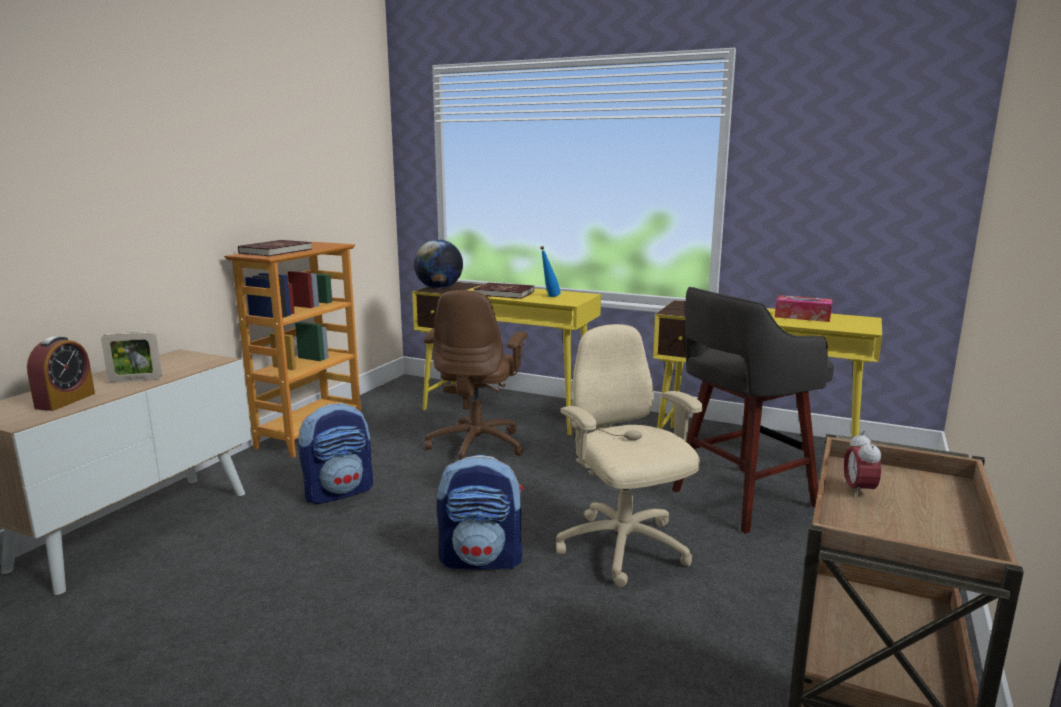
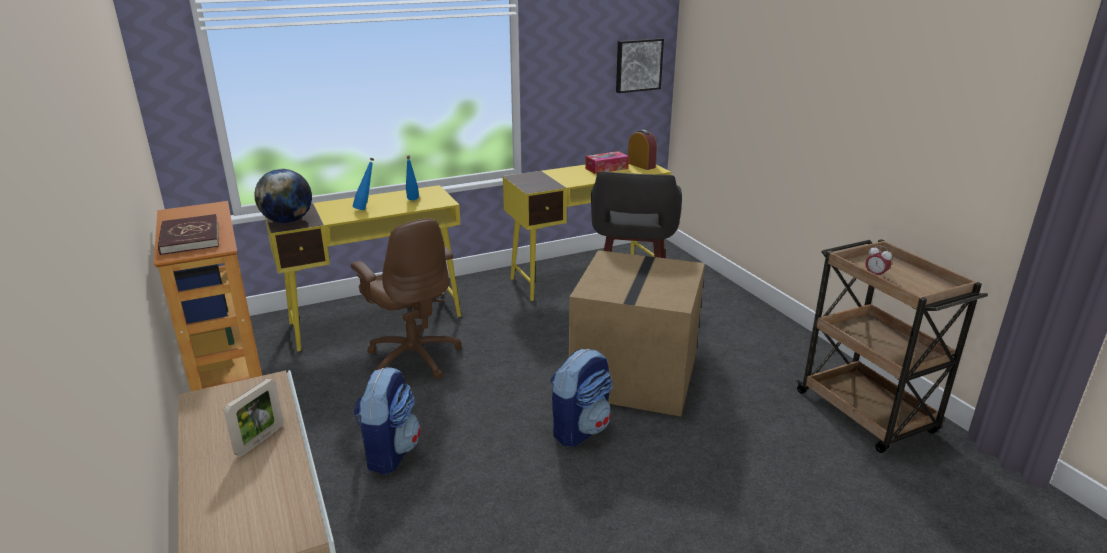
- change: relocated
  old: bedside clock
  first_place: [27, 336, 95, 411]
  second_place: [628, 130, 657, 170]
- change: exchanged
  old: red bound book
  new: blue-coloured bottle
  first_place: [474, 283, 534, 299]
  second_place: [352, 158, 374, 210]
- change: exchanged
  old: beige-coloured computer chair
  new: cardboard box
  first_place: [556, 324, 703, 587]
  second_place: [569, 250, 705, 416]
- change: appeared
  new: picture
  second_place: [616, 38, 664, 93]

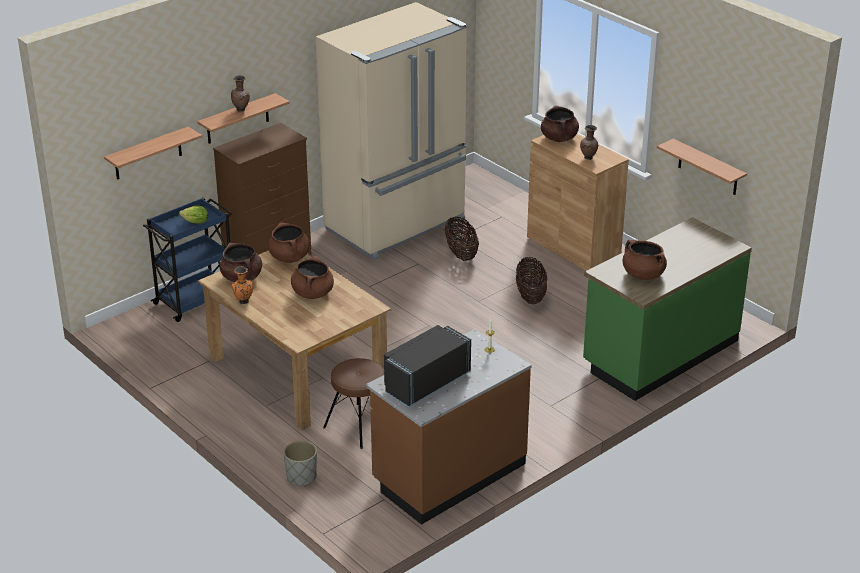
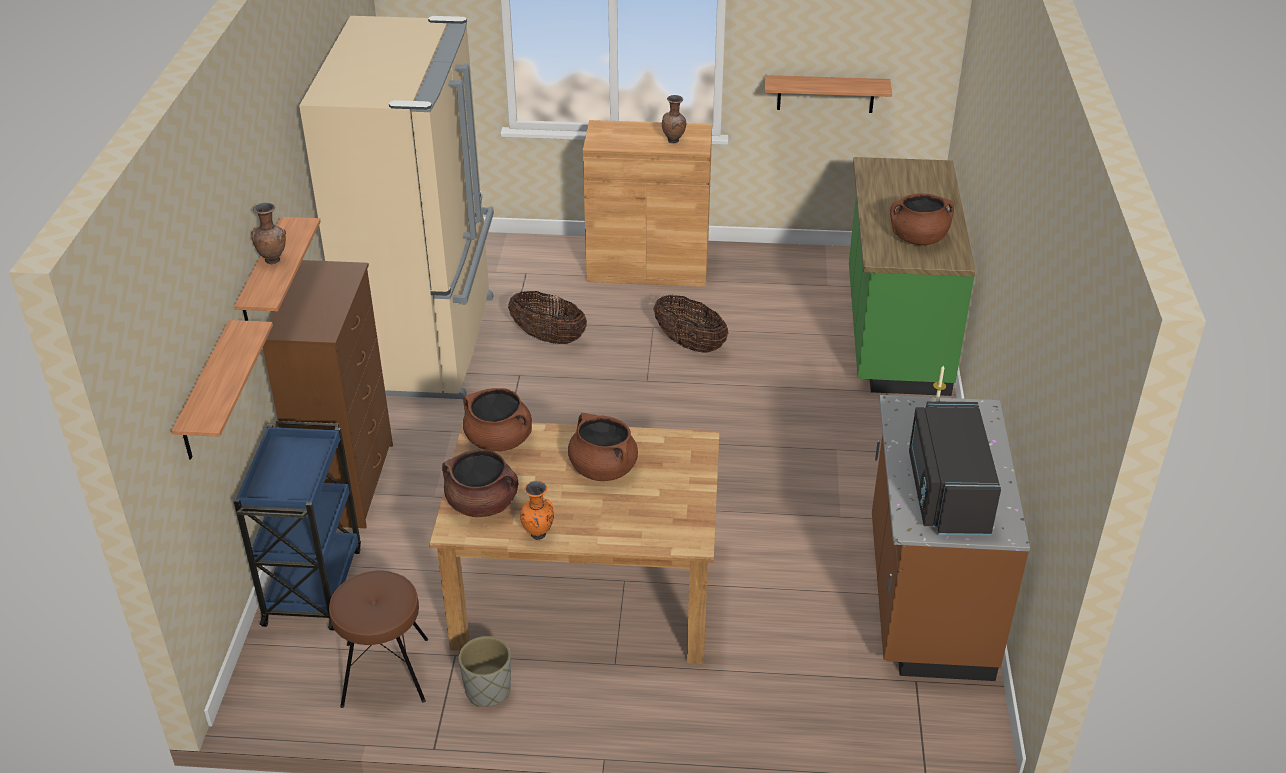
- change: missing
  old: lettuce head
  first_place: [179, 206, 208, 224]
- change: relocated
  old: greyish flower pot
  first_place: [283, 441, 317, 486]
  second_place: [459, 636, 511, 706]
- change: relocated
  old: brown-coloured stool
  first_place: [323, 358, 384, 449]
  second_place: [329, 571, 428, 708]
- change: missing
  old: brown-coloured saucepot
  first_place: [541, 105, 579, 142]

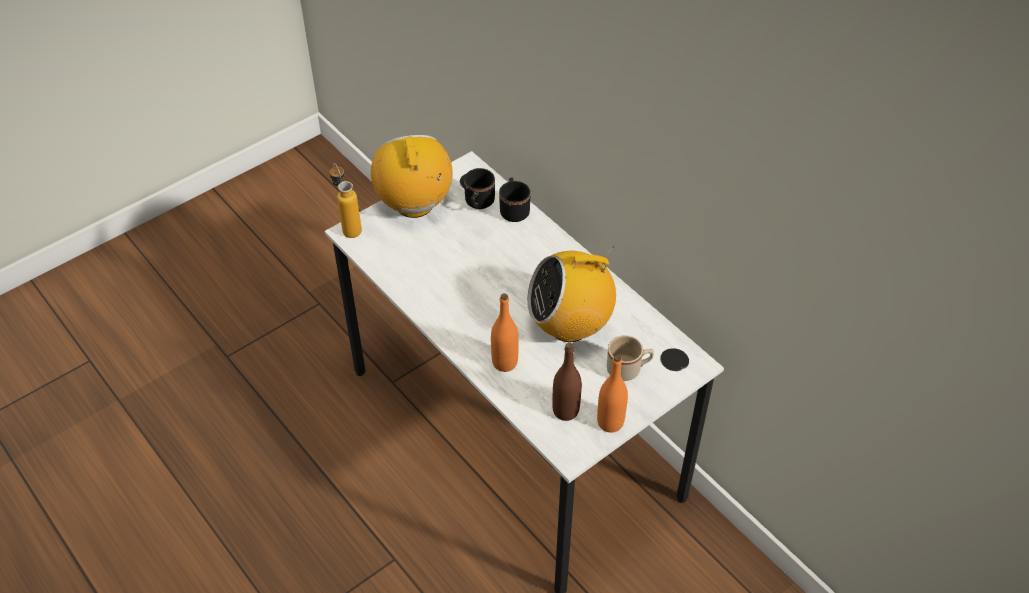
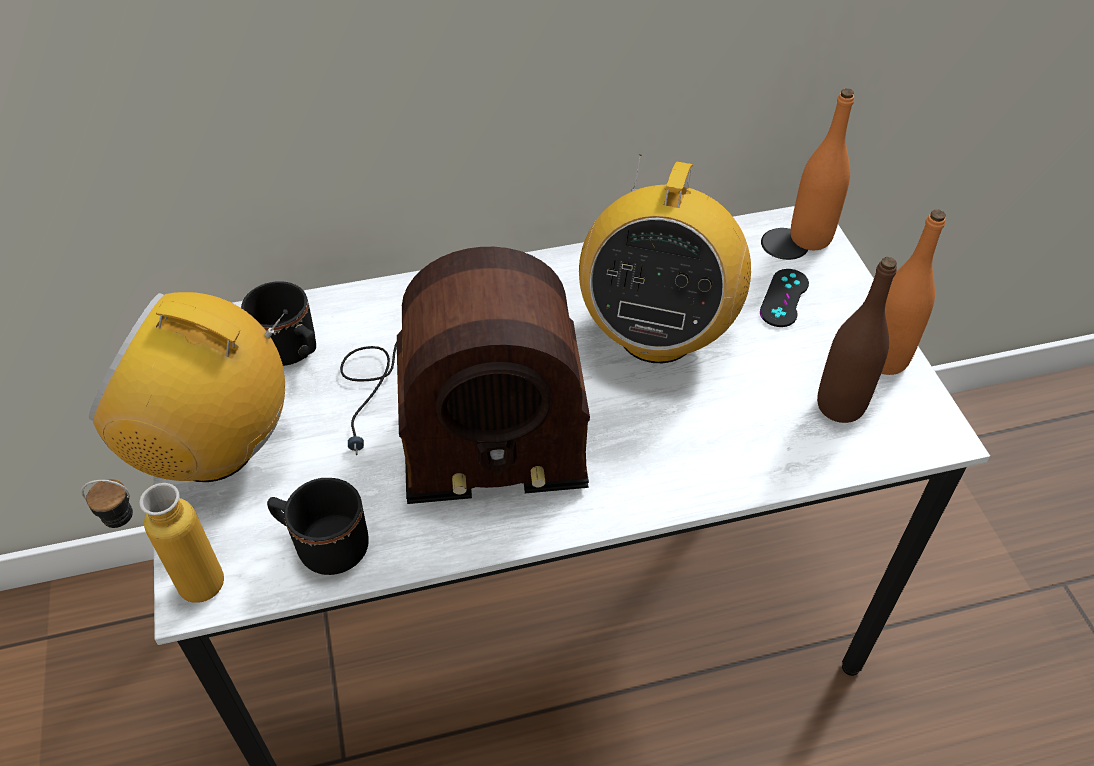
- change: relocated
  old: orange bottle
  first_place: [491, 294, 519, 372]
  second_place: [791, 88, 854, 250]
- change: relocated
  old: black coffee mug
  first_place: [499, 177, 530, 222]
  second_place: [267, 478, 369, 575]
- change: exchanged
  old: beige-coloured coffee mug
  new: black joypad
  first_place: [607, 335, 654, 381]
  second_place: [760, 269, 809, 327]
- change: appeared
  new: radio set
  second_place: [340, 247, 590, 504]

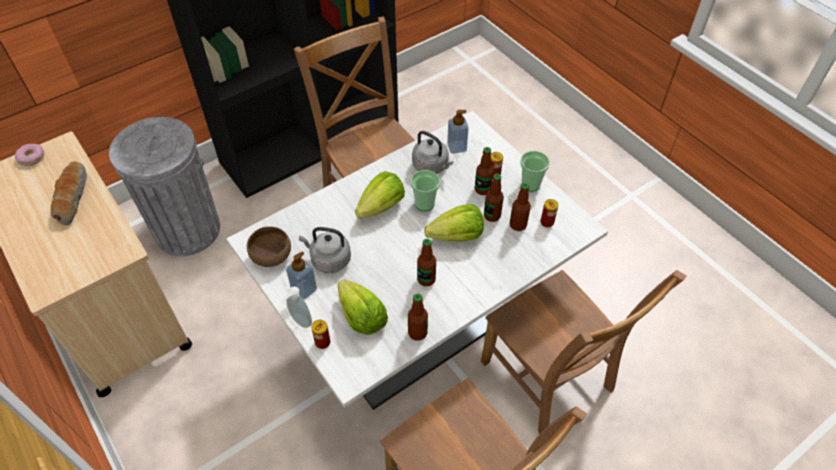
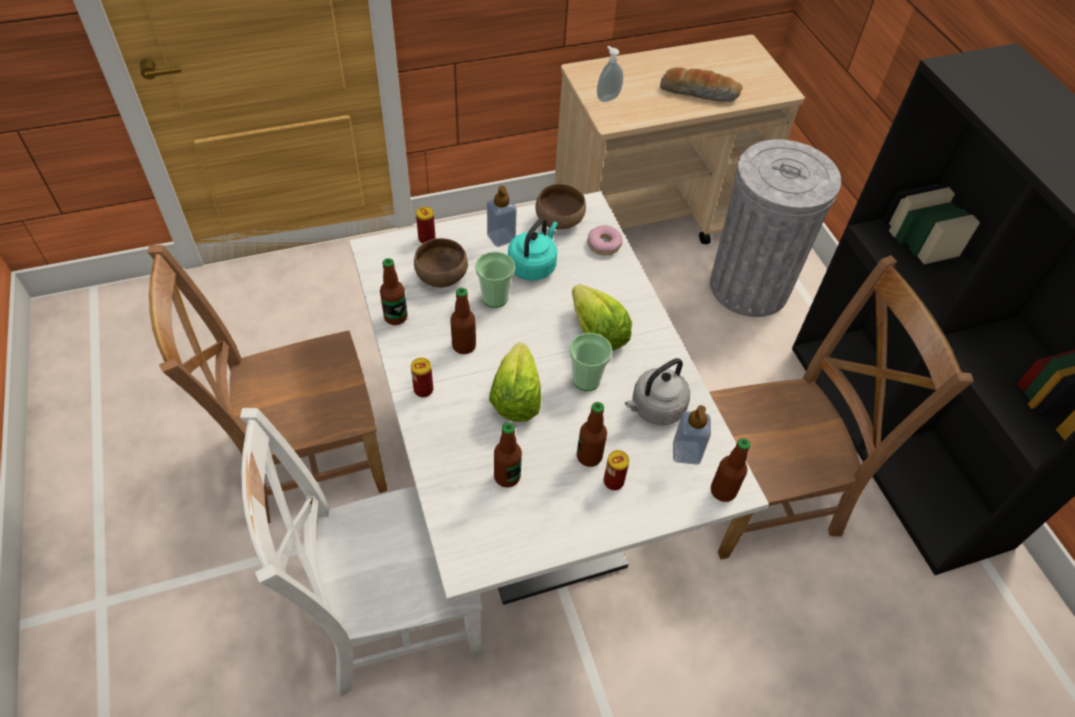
- change: relocated
  old: ring doughnut
  first_place: [15, 144, 44, 166]
  second_place: [587, 225, 623, 255]
- change: relocated
  old: soap bottle
  first_place: [285, 287, 312, 328]
  second_place: [597, 46, 623, 102]
- change: colour
  old: greyish tea kettle
  new: turquoise-coloured tea kettle
  first_place: [299, 227, 351, 273]
  second_place: [508, 218, 558, 281]
- change: exchanged
  old: lettuce head
  new: brown-coloured deep dish
  first_place: [338, 279, 388, 335]
  second_place: [414, 238, 468, 287]
- change: colour
  old: brown-coloured chair
  new: white chair
  first_place: [481, 270, 686, 434]
  second_place: [240, 408, 483, 697]
- change: relocated
  old: bottle
  first_place: [484, 174, 504, 222]
  second_place: [711, 438, 751, 502]
- change: relocated
  old: small cup
  first_place: [520, 151, 550, 192]
  second_place: [475, 252, 515, 308]
- change: relocated
  old: metal can
  first_place: [541, 199, 558, 228]
  second_place: [411, 358, 433, 397]

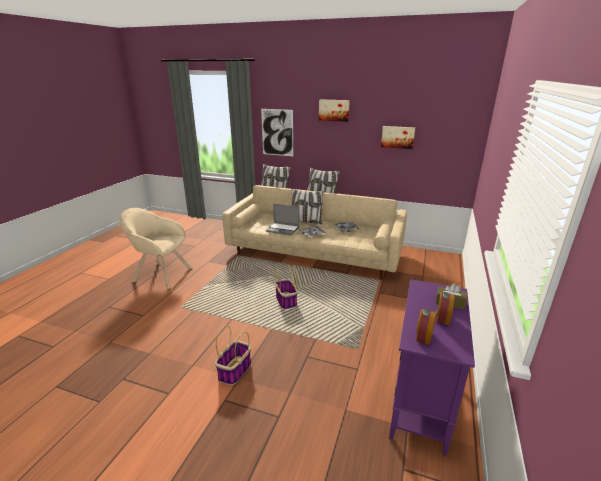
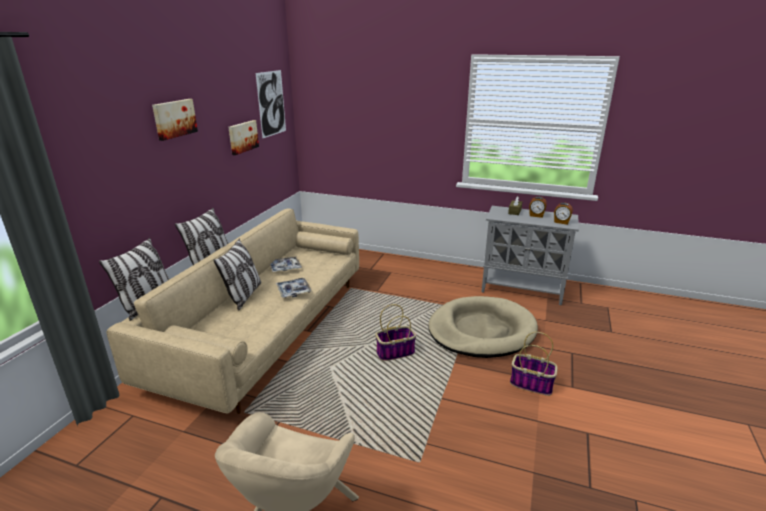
- change: relocated
  old: picture
  first_place: [261, 109, 293, 156]
  second_place: [255, 70, 286, 139]
- change: missing
  old: portable computer
  first_place: [266, 204, 300, 236]
- change: colour
  old: purple-coloured cupboard
  new: greyish cupboard
  first_place: [389, 279, 475, 456]
  second_place: [481, 206, 579, 305]
- change: appeared
  new: beige-coloured dog cushion
  second_place: [428, 296, 538, 358]

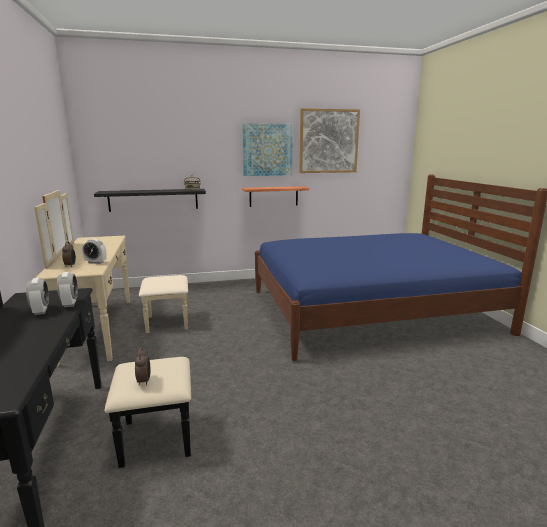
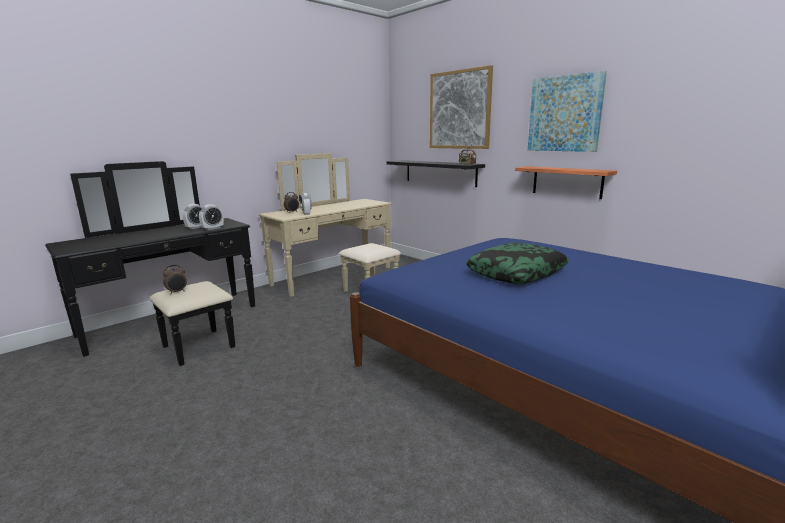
- change: relocated
  old: picture
  first_place: [299, 108, 360, 173]
  second_place: [430, 65, 493, 149]
- change: appeared
  new: pillow
  second_place: [466, 243, 569, 284]

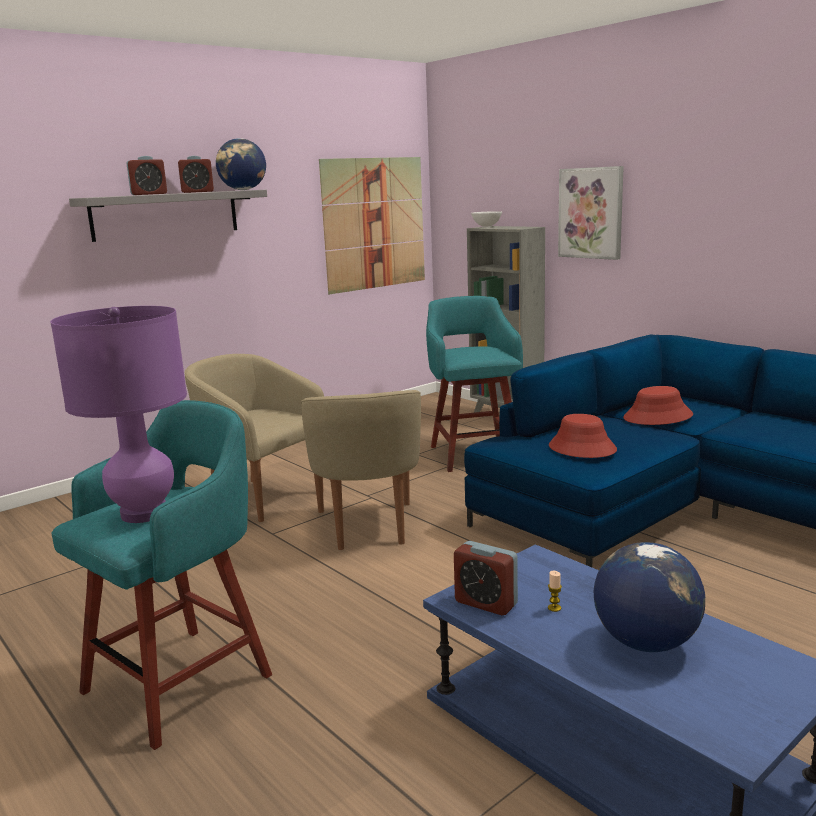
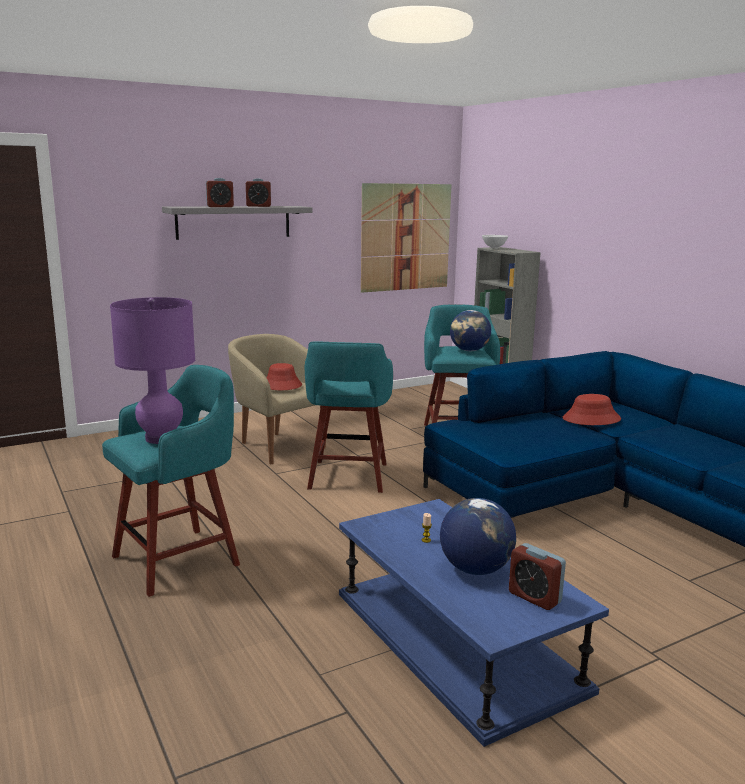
- change: relocated
  old: globe
  first_place: [216, 138, 266, 190]
  second_place: [450, 310, 491, 351]
- change: exchanged
  old: beige-coloured armchair
  new: turquoise-coloured stool
  first_place: [301, 390, 421, 550]
  second_place: [305, 341, 393, 493]
- change: relocated
  old: bedside clock
  first_place: [454, 541, 518, 615]
  second_place: [509, 543, 566, 610]
- change: relocated
  old: red clothing hat
  first_place: [549, 414, 617, 458]
  second_place: [266, 363, 302, 390]
- change: missing
  old: picture
  first_place: [558, 166, 624, 260]

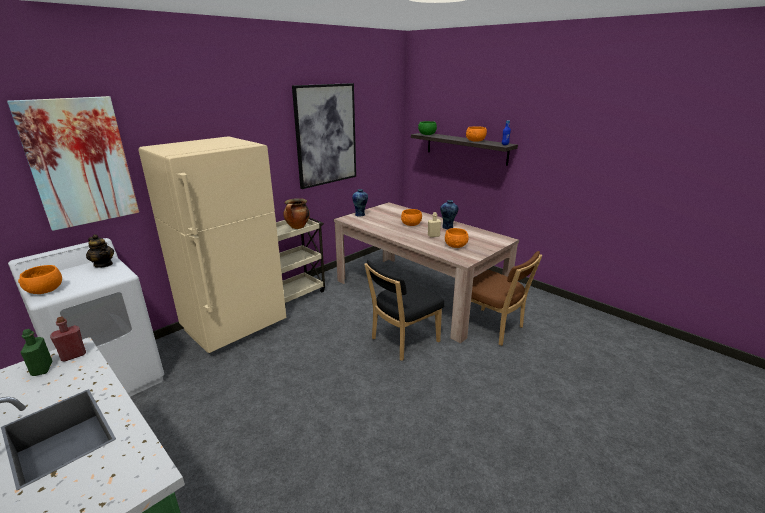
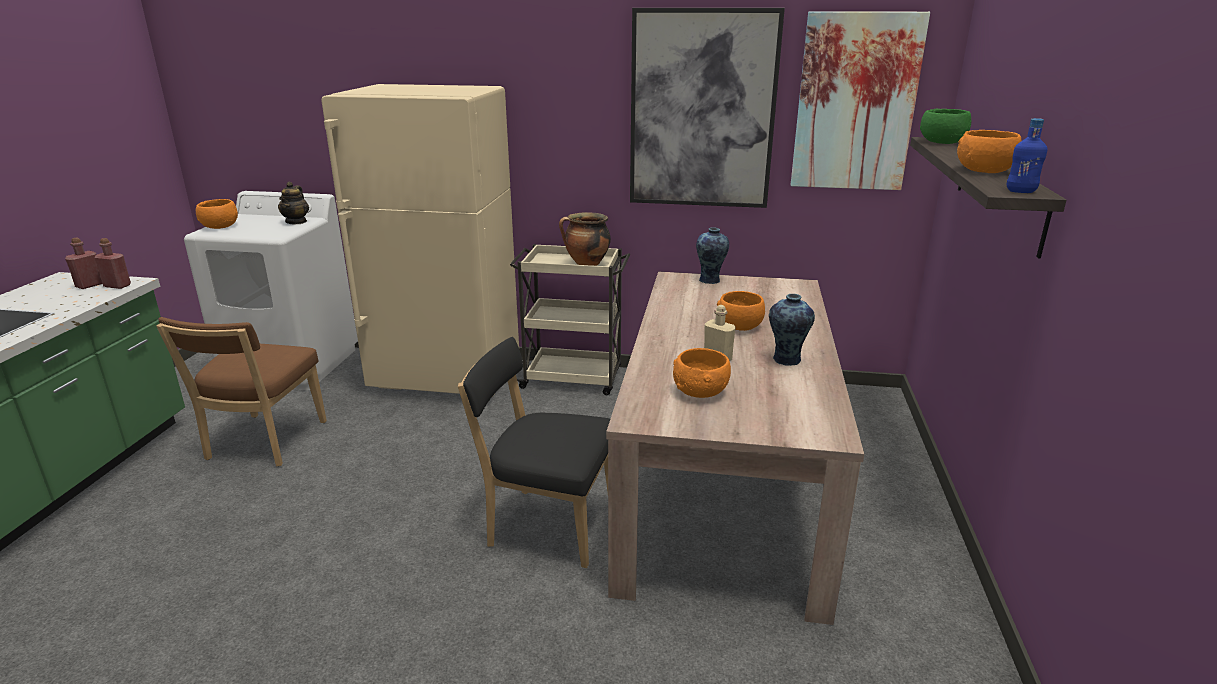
- change: relocated
  old: picture
  first_place: [7, 96, 139, 231]
  second_place: [791, 12, 930, 190]
- change: colour
  old: green-coloured bottle
  new: red bottle
  first_place: [20, 329, 52, 376]
  second_place: [65, 238, 102, 289]
- change: relocated
  old: brown-coloured chair
  first_place: [471, 251, 542, 346]
  second_place: [156, 317, 327, 466]

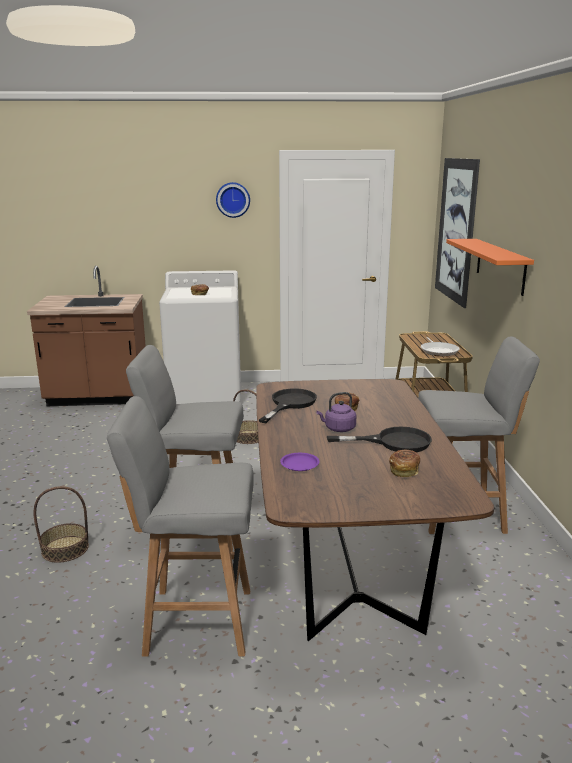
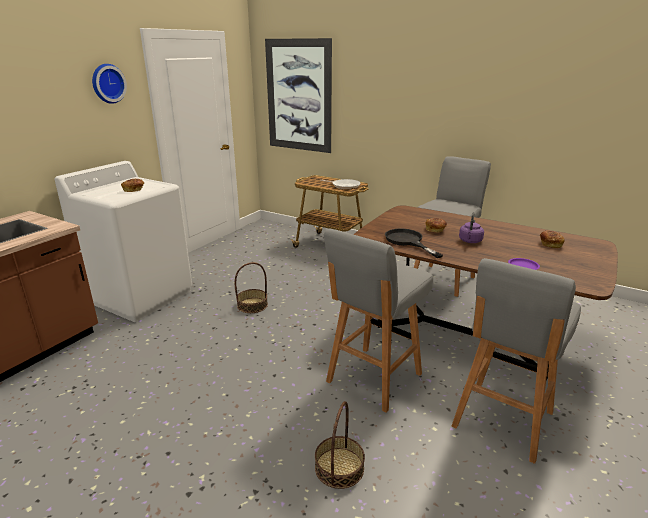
- change: missing
  old: black pan
  first_place: [327, 427, 432, 452]
- change: missing
  old: orange shelf
  first_place: [446, 239, 534, 296]

